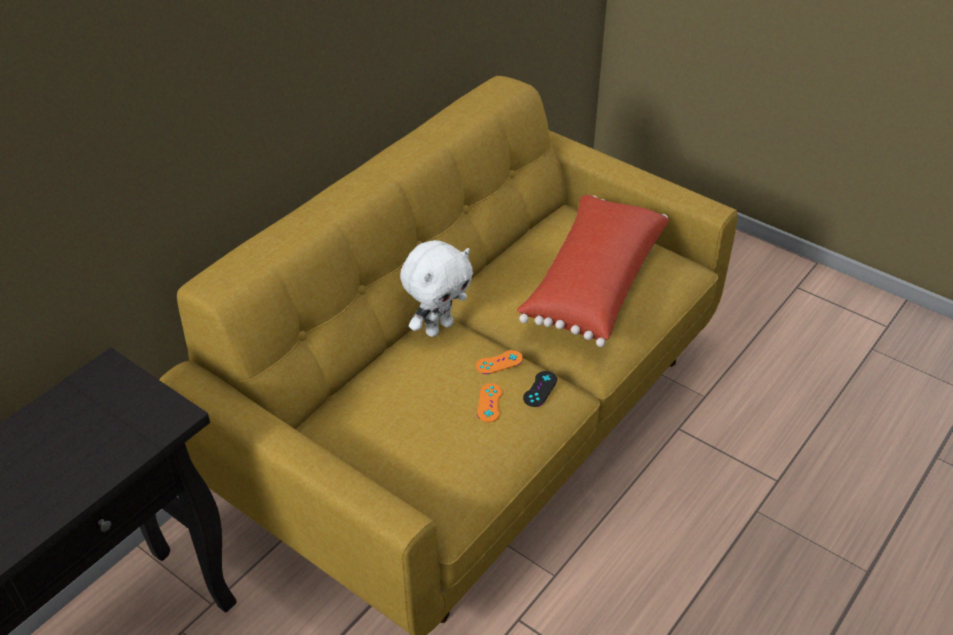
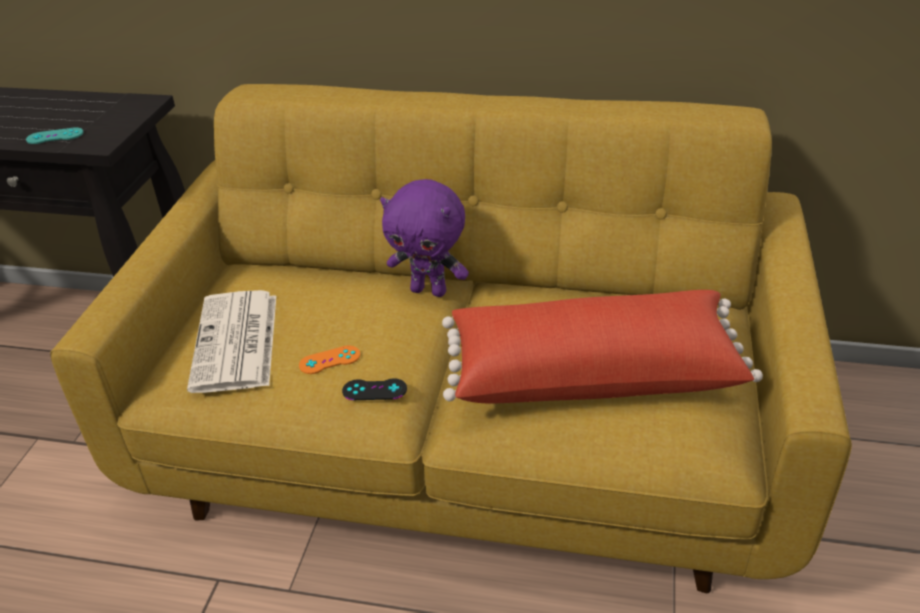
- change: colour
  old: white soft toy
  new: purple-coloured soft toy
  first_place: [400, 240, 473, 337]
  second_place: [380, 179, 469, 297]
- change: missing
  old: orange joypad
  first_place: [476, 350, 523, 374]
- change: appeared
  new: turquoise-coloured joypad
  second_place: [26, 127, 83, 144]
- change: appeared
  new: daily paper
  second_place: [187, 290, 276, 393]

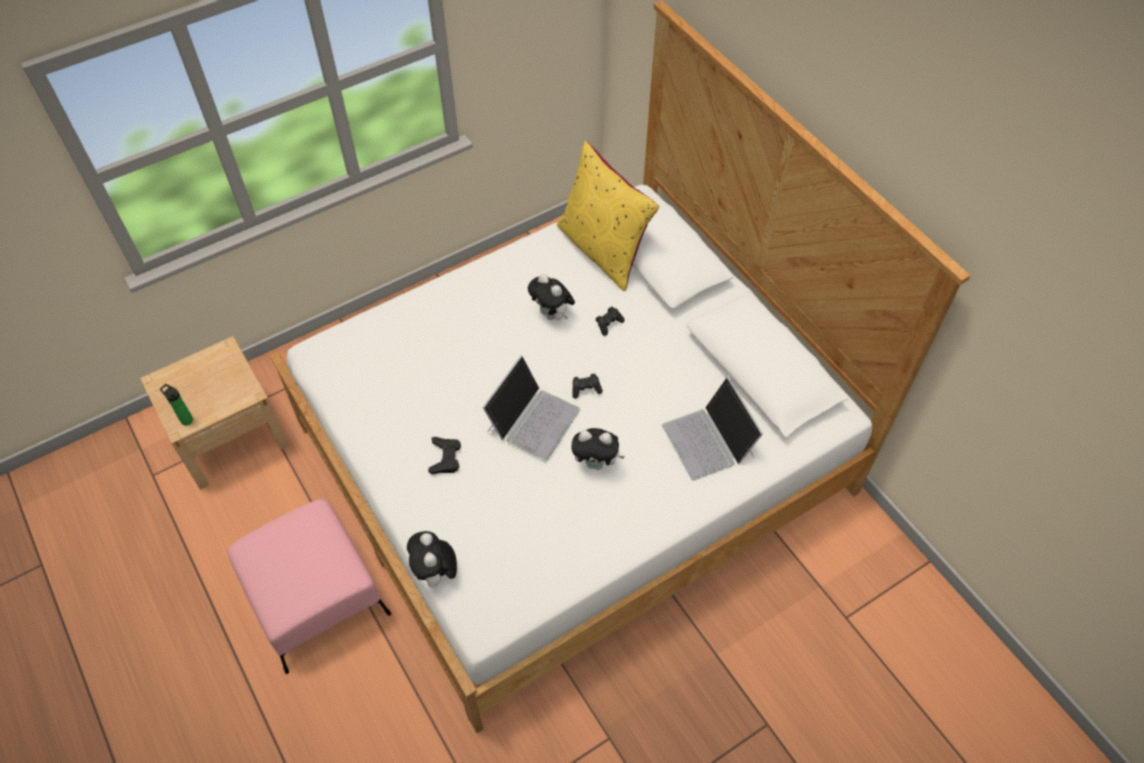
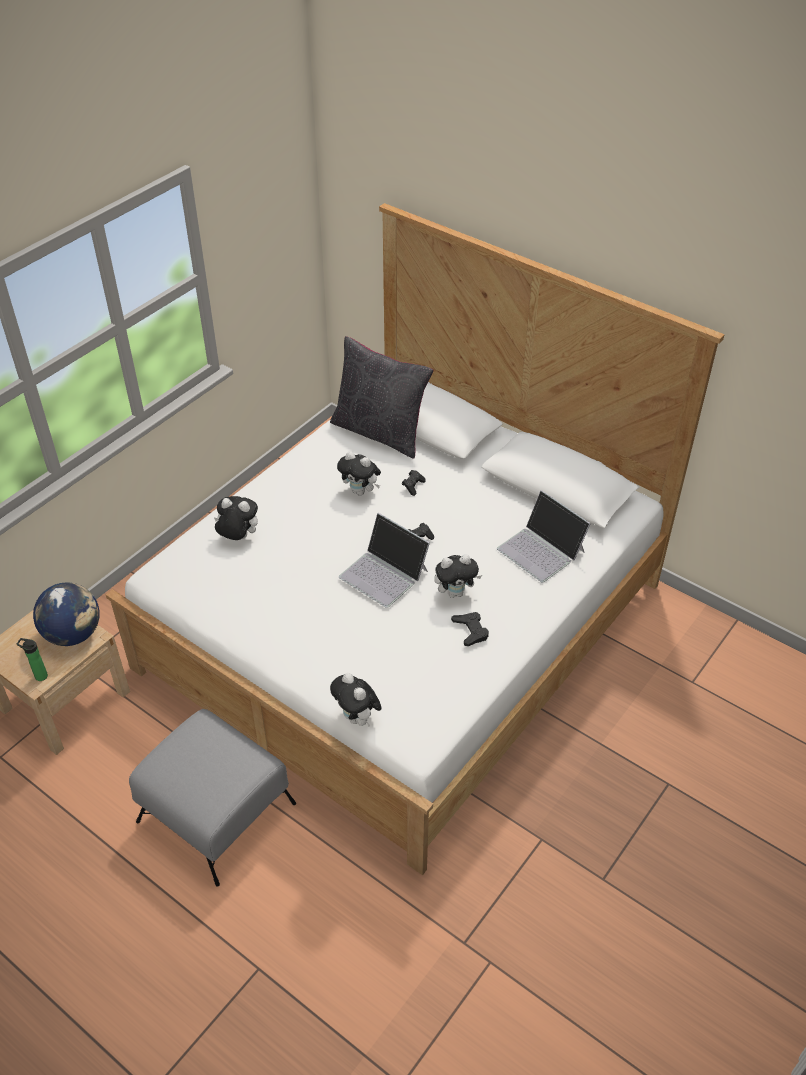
- change: colour
  old: pinkish ottoman
  new: greyish ottoman
  first_place: [228, 499, 391, 674]
  second_place: [129, 709, 296, 886]
- change: relocated
  old: black joypad
  first_place: [428, 437, 461, 474]
  second_place: [451, 612, 489, 646]
- change: spun
  old: portable computer
  first_place: [482, 356, 580, 460]
  second_place: [339, 513, 430, 608]
  degrees: 120
- change: colour
  old: yellowish pillow
  new: black pillow
  first_place: [557, 141, 659, 291]
  second_place: [330, 336, 433, 459]
- change: appeared
  new: globe
  second_place: [33, 583, 100, 646]
- change: appeared
  new: soft toy
  second_place: [214, 496, 258, 540]

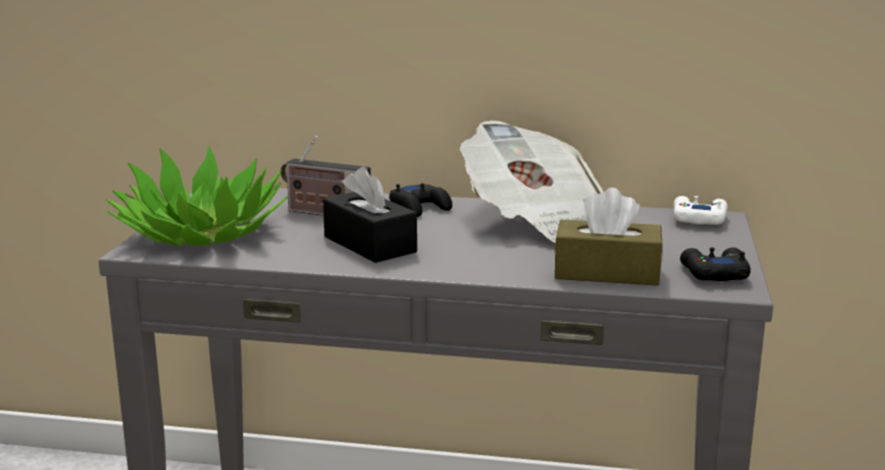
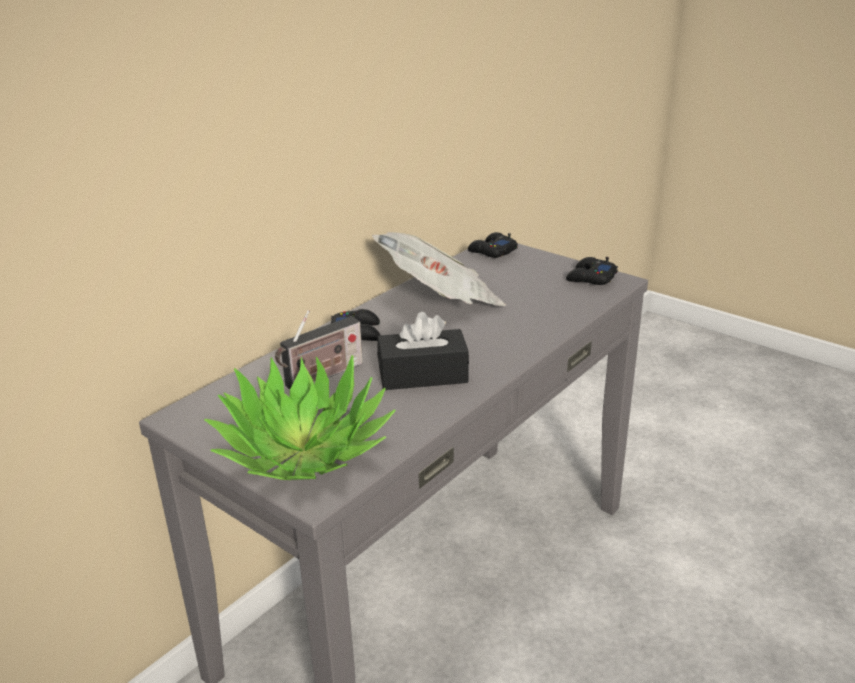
- change: missing
  old: brown-coloured tissue box
  first_place: [554, 188, 662, 286]
- change: colour
  old: white joypad
  new: black joypad
  first_place: [673, 196, 728, 225]
  second_place: [468, 232, 518, 258]

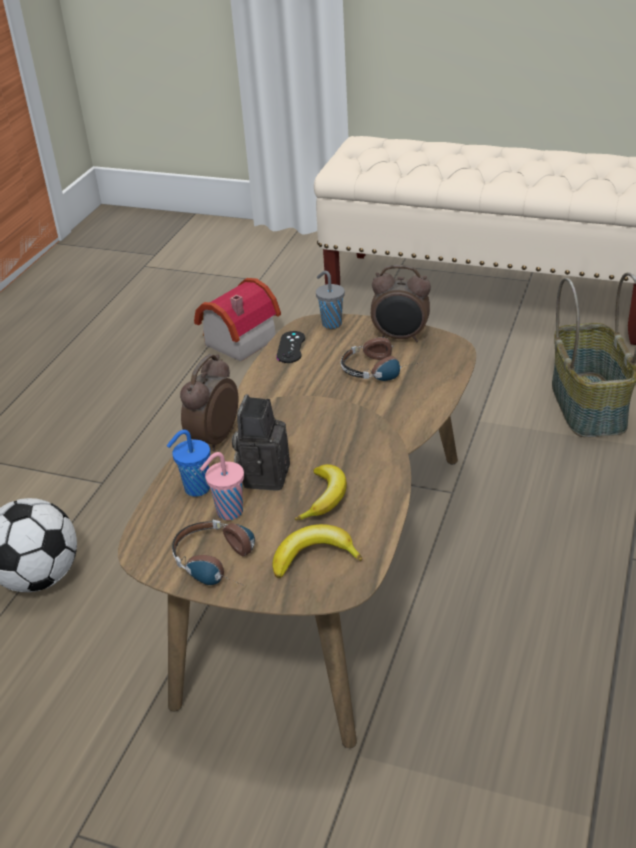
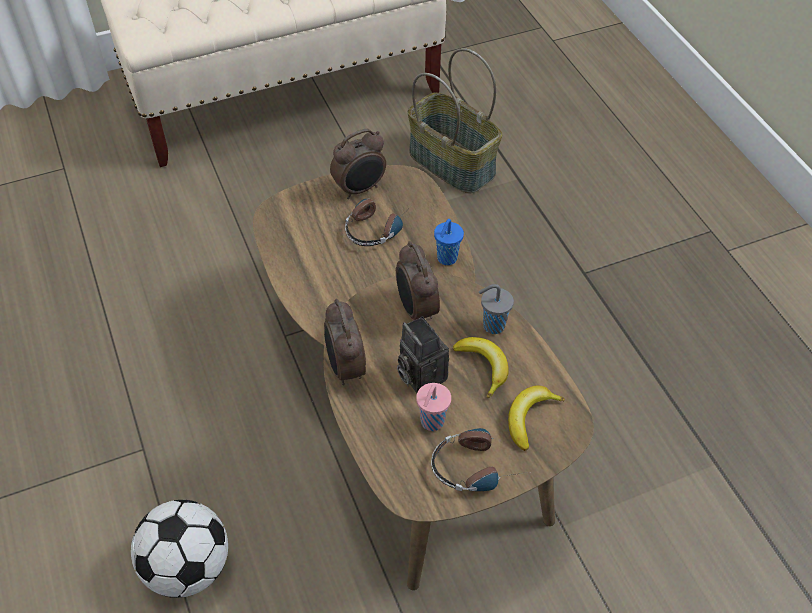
- change: relocated
  old: blue-coloured small cup
  first_place: [167, 430, 210, 497]
  second_place: [434, 219, 464, 265]
- change: missing
  old: model house
  first_place: [194, 278, 281, 362]
- change: missing
  old: black joypad
  first_place: [276, 331, 305, 363]
- change: relocated
  old: greyish small cup
  first_place: [316, 271, 345, 329]
  second_place: [479, 284, 514, 334]
- change: appeared
  new: bedside clock
  second_place: [396, 241, 440, 320]

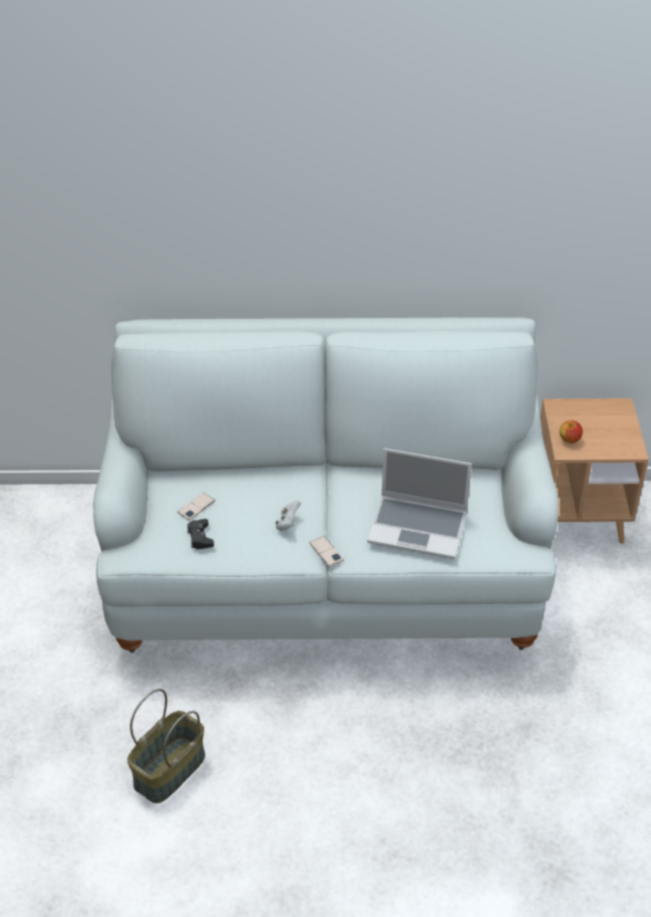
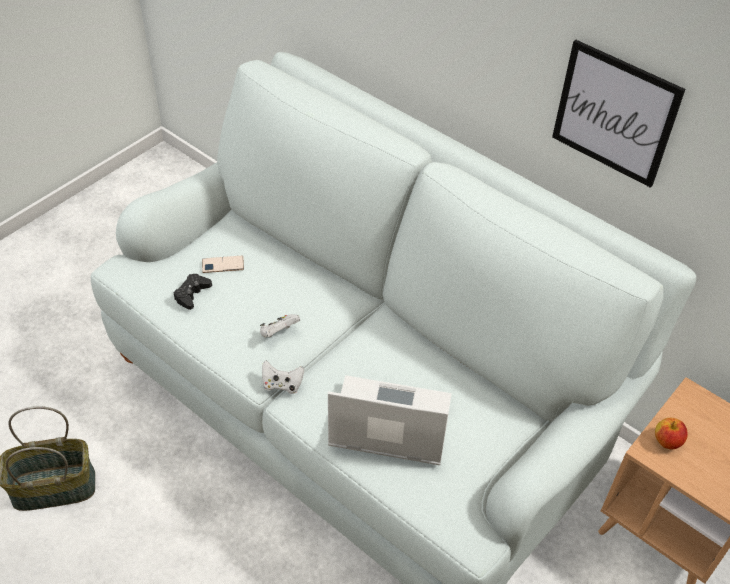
- change: exchanged
  old: handset
  new: white joypad
  first_place: [310, 536, 344, 567]
  second_place: [262, 361, 304, 394]
- change: spun
  old: portable computer
  first_place: [367, 448, 472, 559]
  second_place: [328, 375, 452, 465]
  degrees: 135
- change: appeared
  new: picture
  second_place: [552, 40, 685, 188]

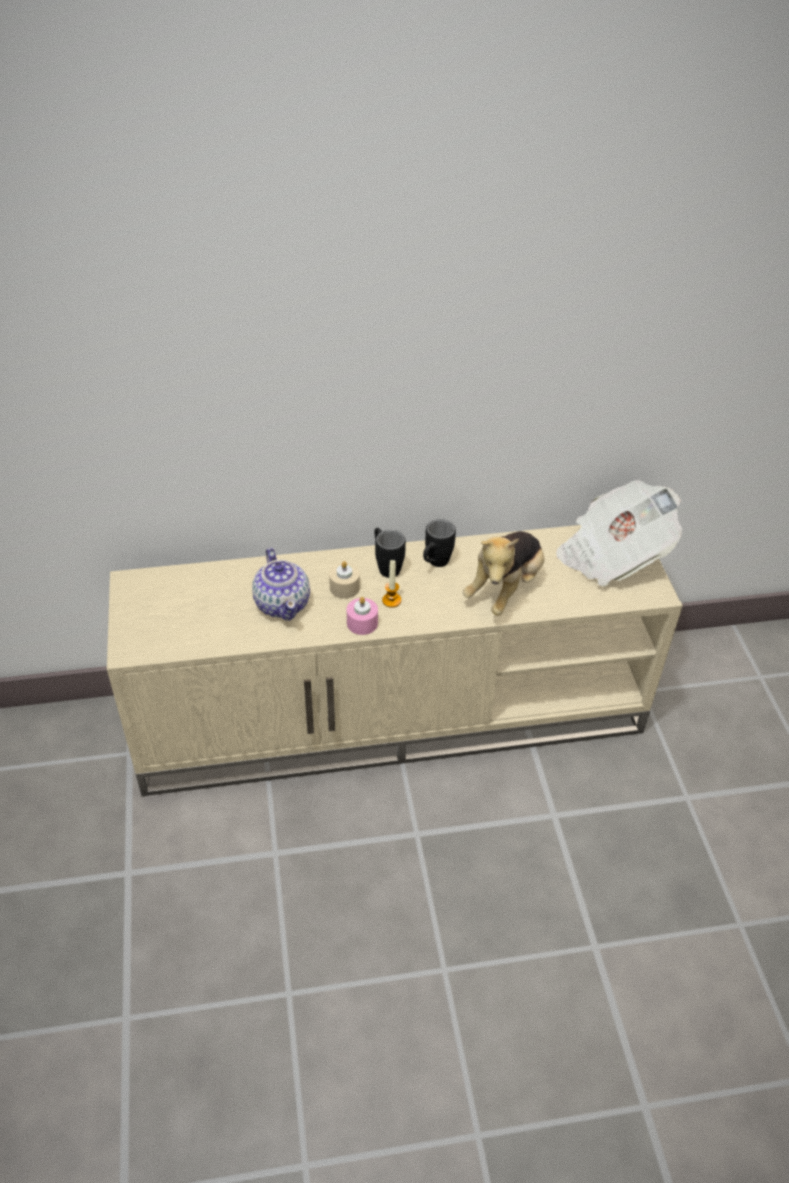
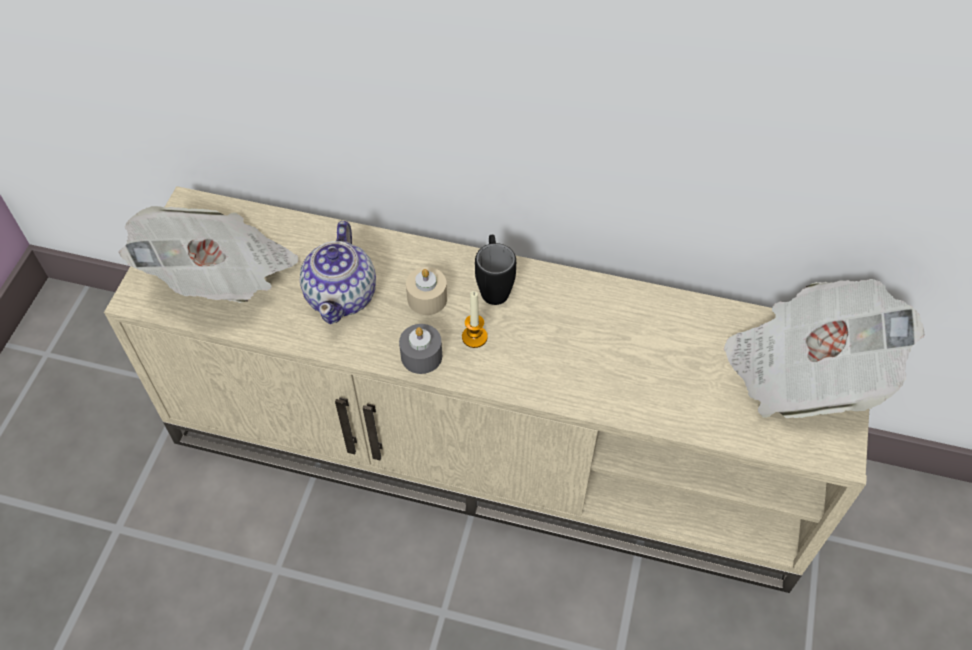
- change: colour
  old: pinkish candle
  new: greyish candle
  first_place: [347, 597, 378, 635]
  second_place: [399, 324, 442, 374]
- change: missing
  old: black coffee mug
  first_place: [423, 519, 456, 567]
- change: missing
  old: soft toy
  first_place: [462, 531, 545, 616]
- change: appeared
  new: daily paper
  second_place: [119, 206, 299, 303]

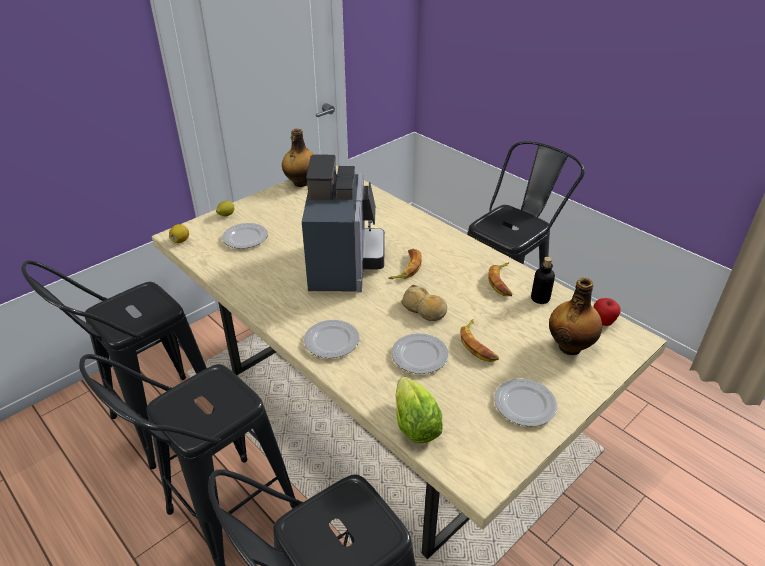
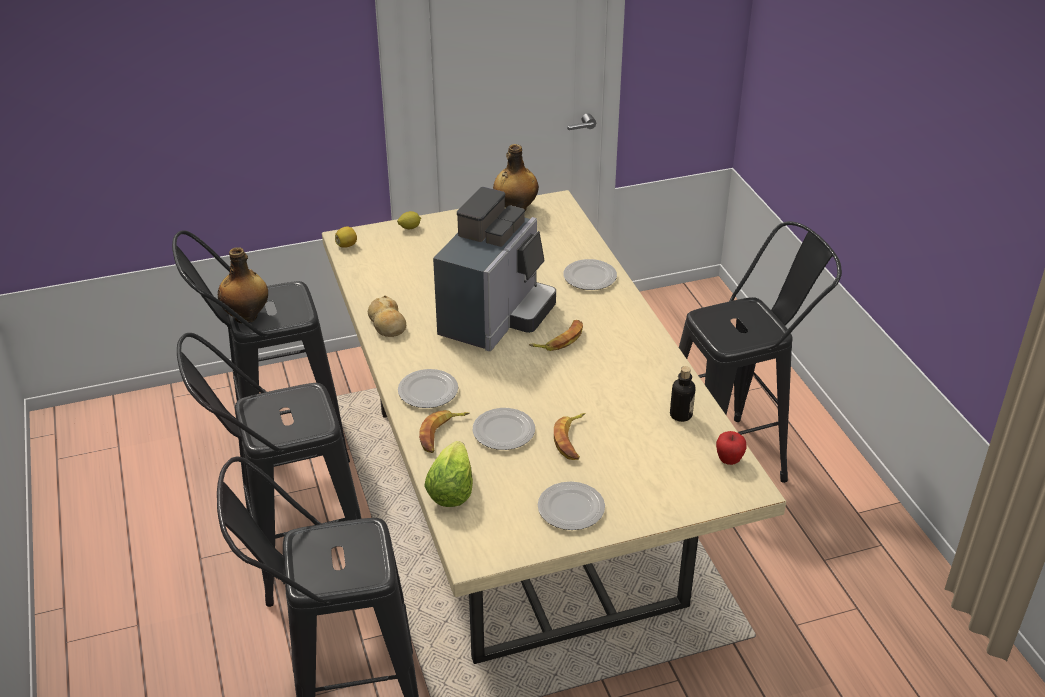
- change: relocated
  old: flat dish
  first_place: [222, 223, 268, 249]
  second_place: [563, 259, 617, 290]
- change: relocated
  old: baked bread
  first_place: [401, 285, 447, 321]
  second_place: [368, 295, 406, 337]
- change: relocated
  old: whole banana
  first_place: [488, 262, 513, 296]
  second_place: [419, 410, 470, 453]
- change: relocated
  old: bottle
  first_place: [549, 278, 602, 355]
  second_place: [218, 247, 268, 324]

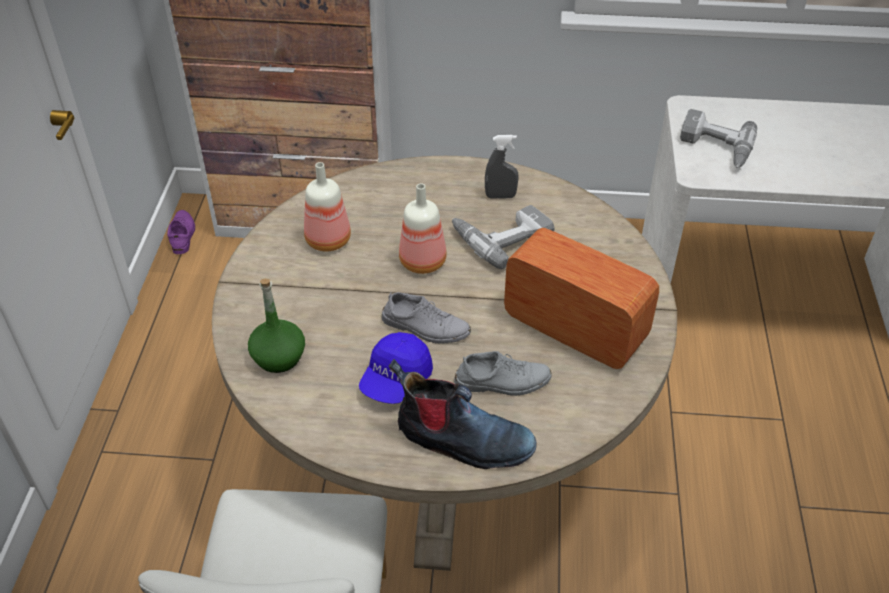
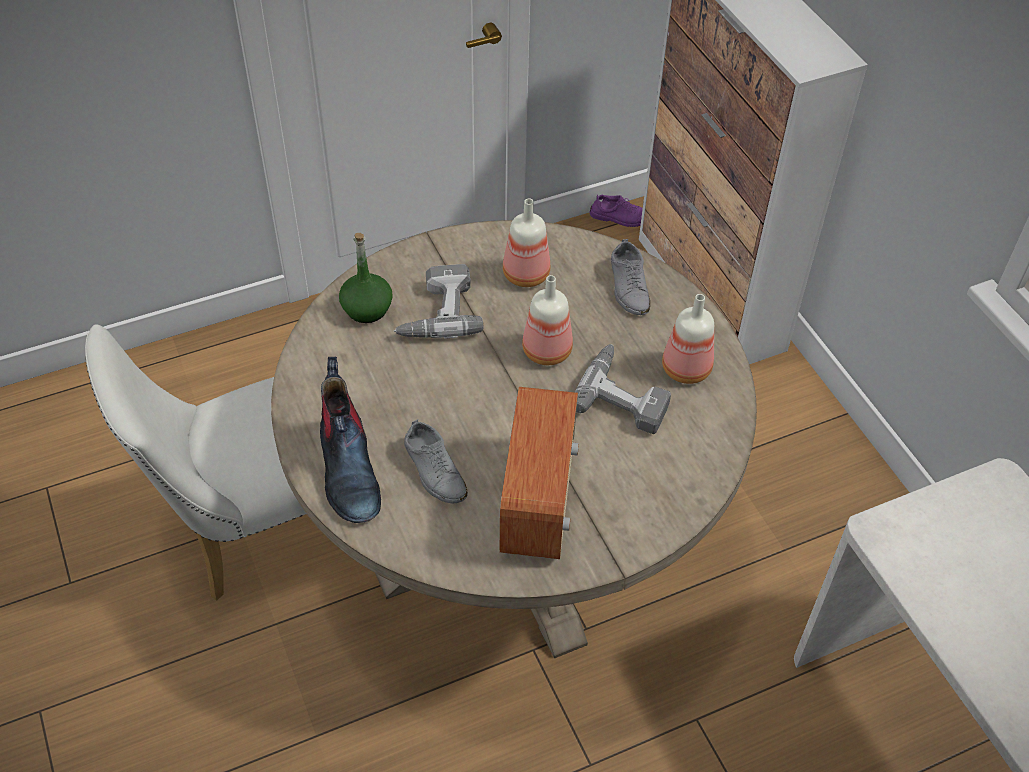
- change: spun
  old: purple-coloured item of footwear
  first_place: [167, 210, 195, 254]
  second_place: [590, 194, 643, 227]
  degrees: 45
- change: missing
  old: blue-coloured cap
  first_place: [359, 332, 433, 404]
- change: relocated
  old: greyish item of footwear
  first_place: [382, 292, 471, 344]
  second_place: [611, 239, 650, 315]
- change: exchanged
  old: greyish hand sprayer
  new: bottle
  first_place: [485, 135, 519, 198]
  second_place: [662, 294, 714, 384]
- change: relocated
  old: power drill
  first_place: [680, 109, 757, 168]
  second_place: [394, 264, 484, 339]

